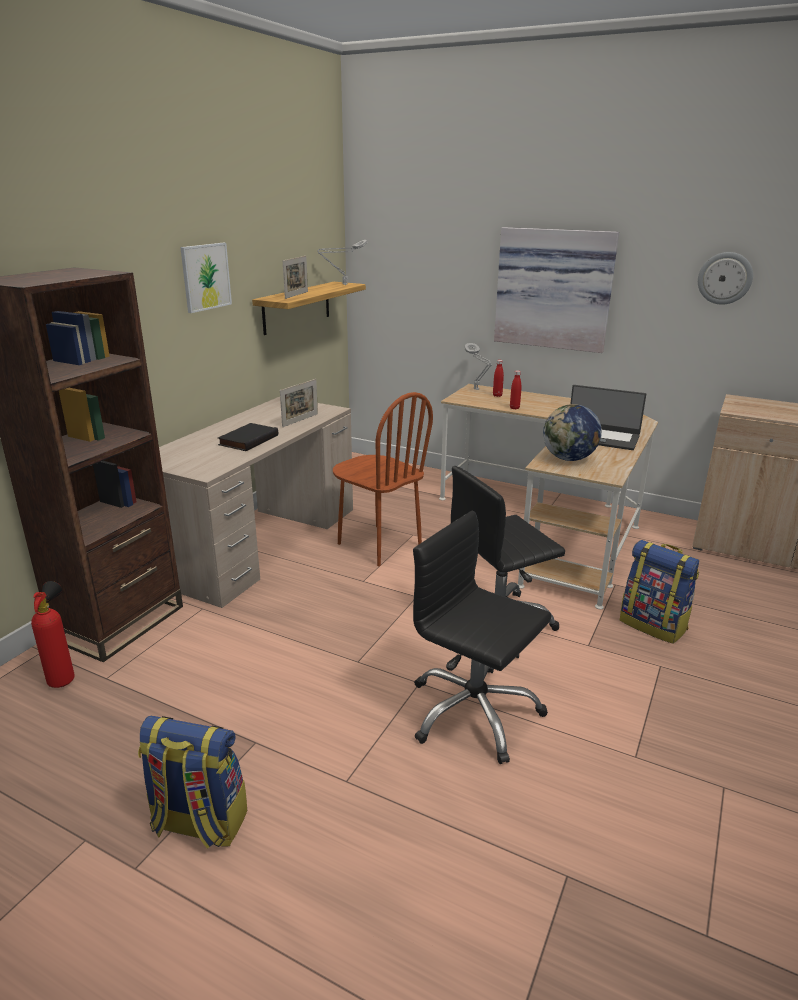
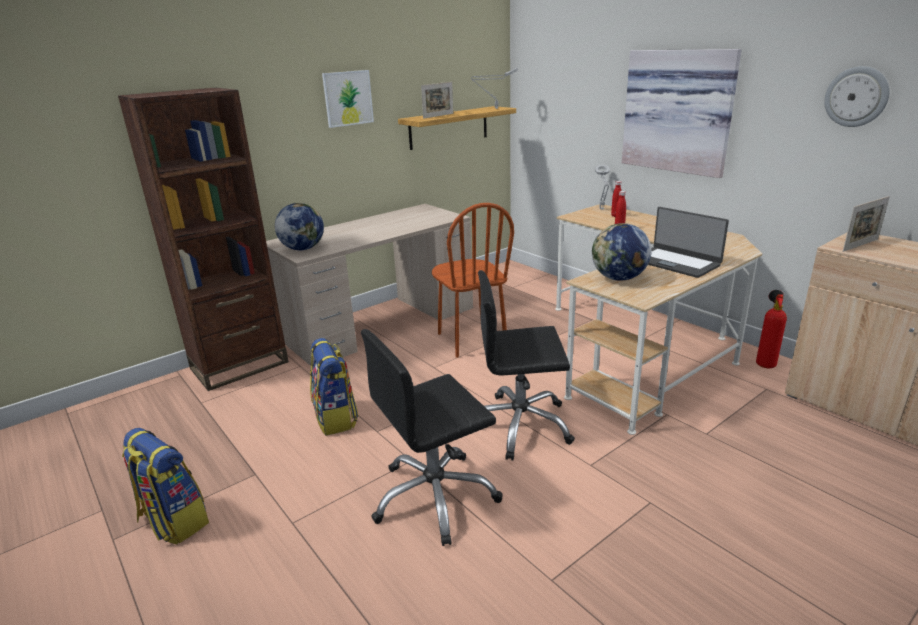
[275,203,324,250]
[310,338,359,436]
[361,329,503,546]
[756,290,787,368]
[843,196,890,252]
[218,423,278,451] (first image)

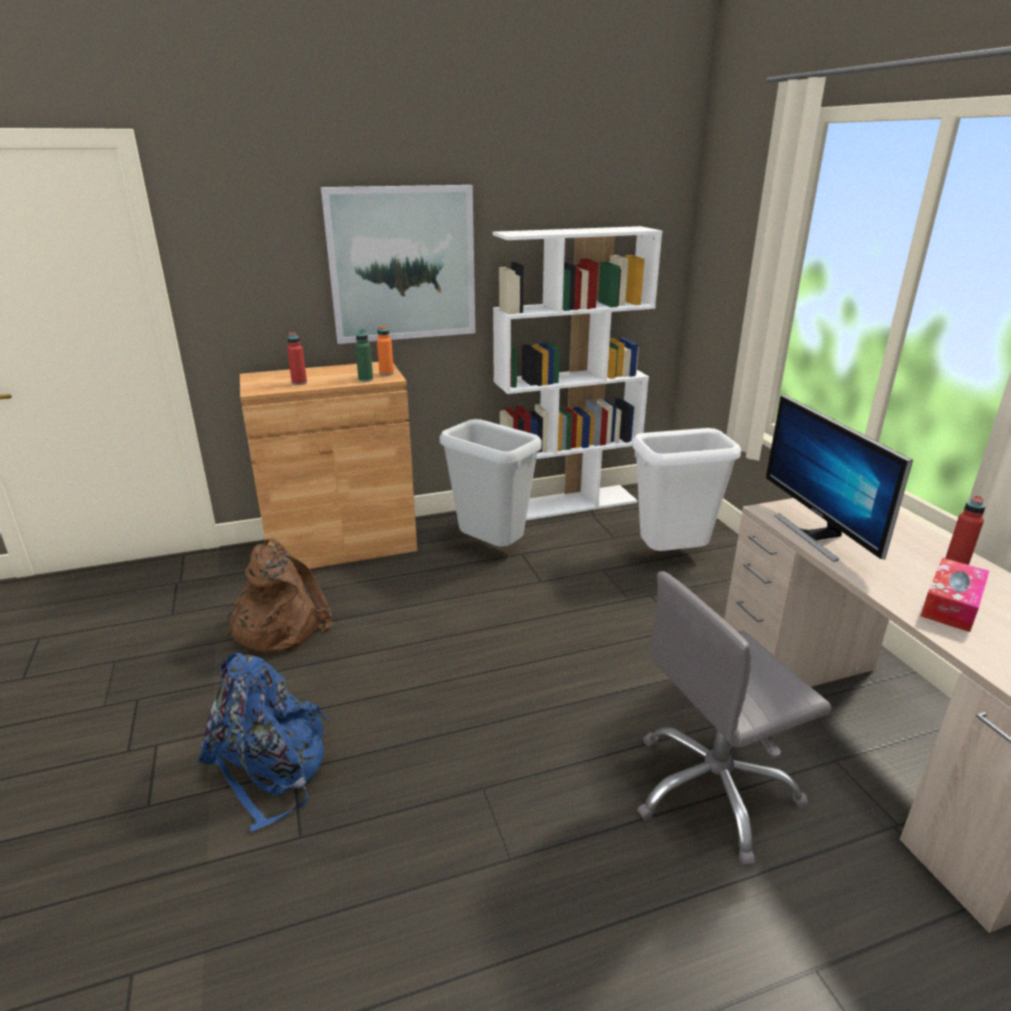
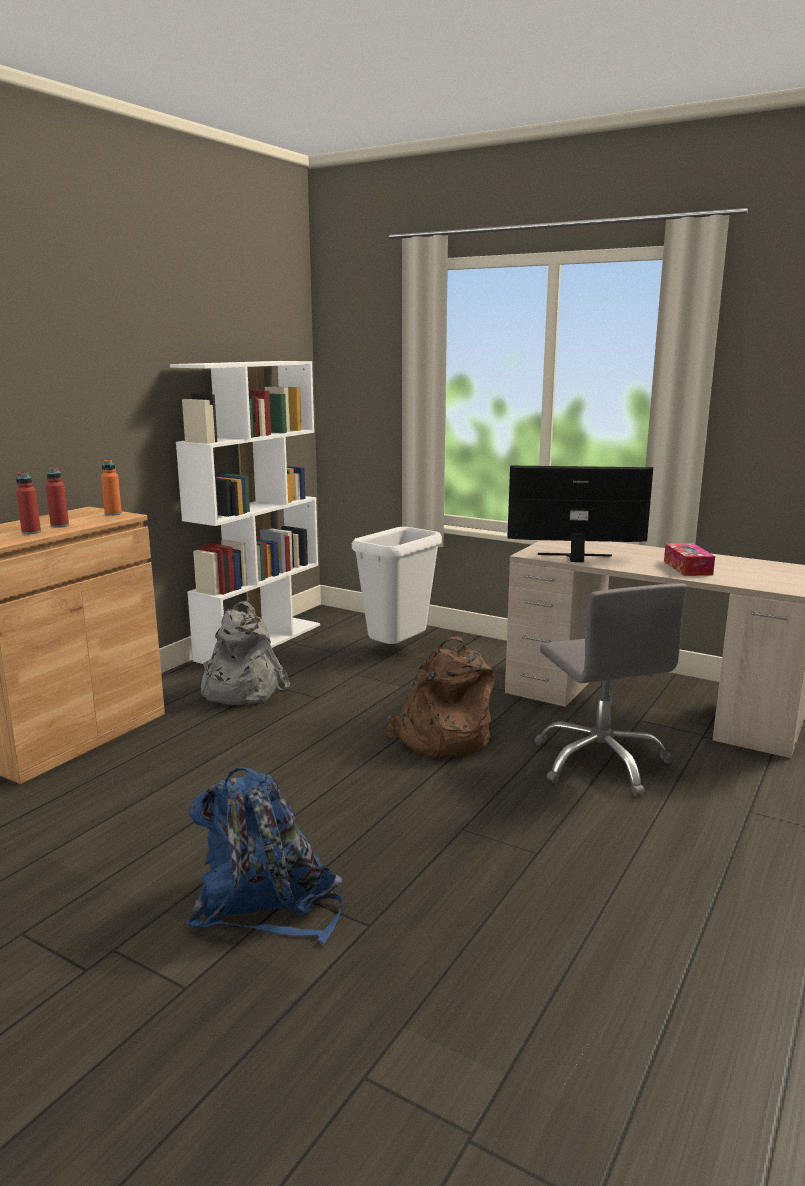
[46,467,69,528]
[201,601,290,705]
[386,636,495,758]
[507,465,653,562]
[534,583,687,796]
[321,185,475,344] (first image)
[355,329,373,382] (first image)

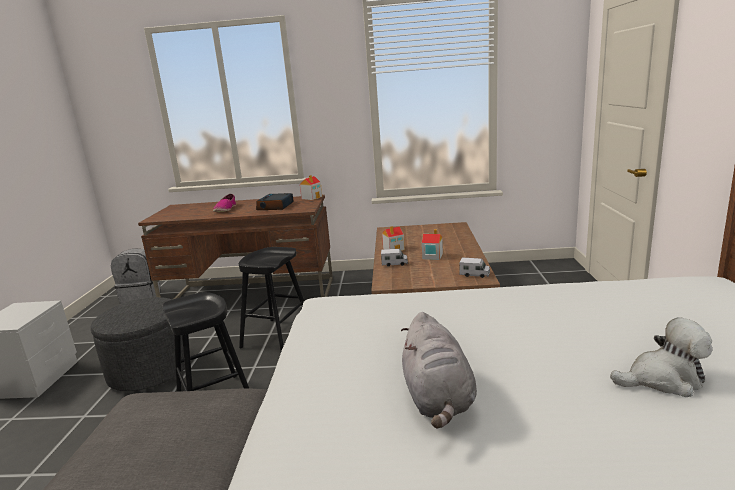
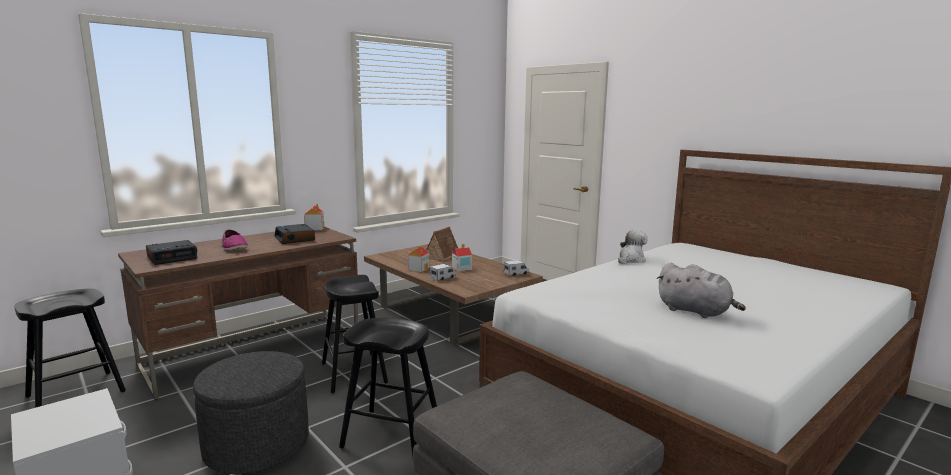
[14,288,126,408]
[146,240,197,265]
[426,226,458,261]
[618,230,647,264]

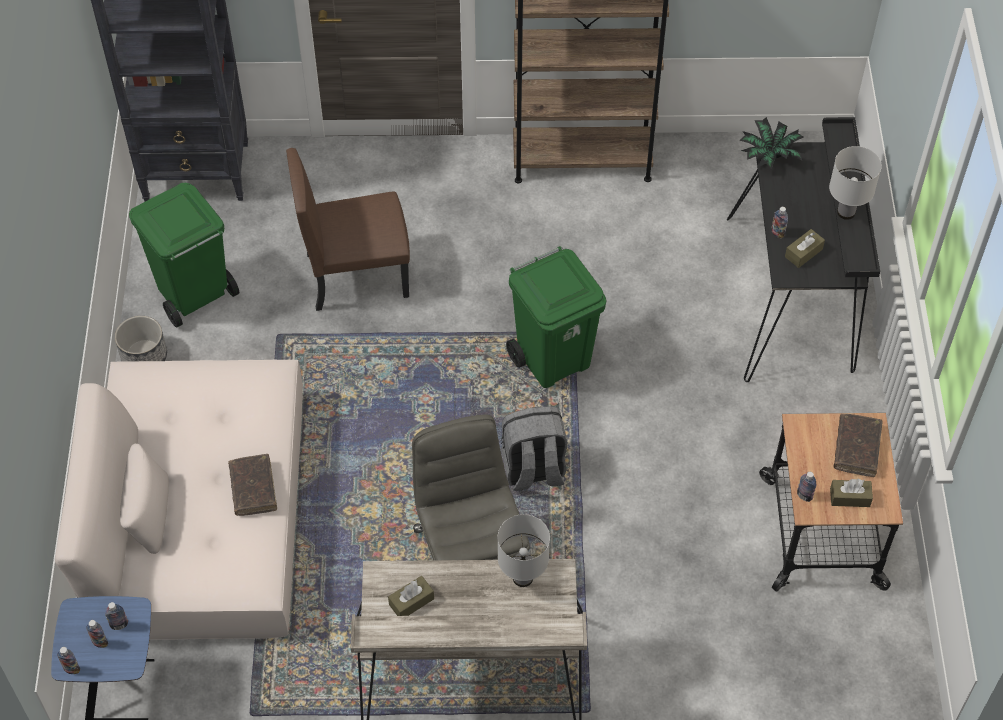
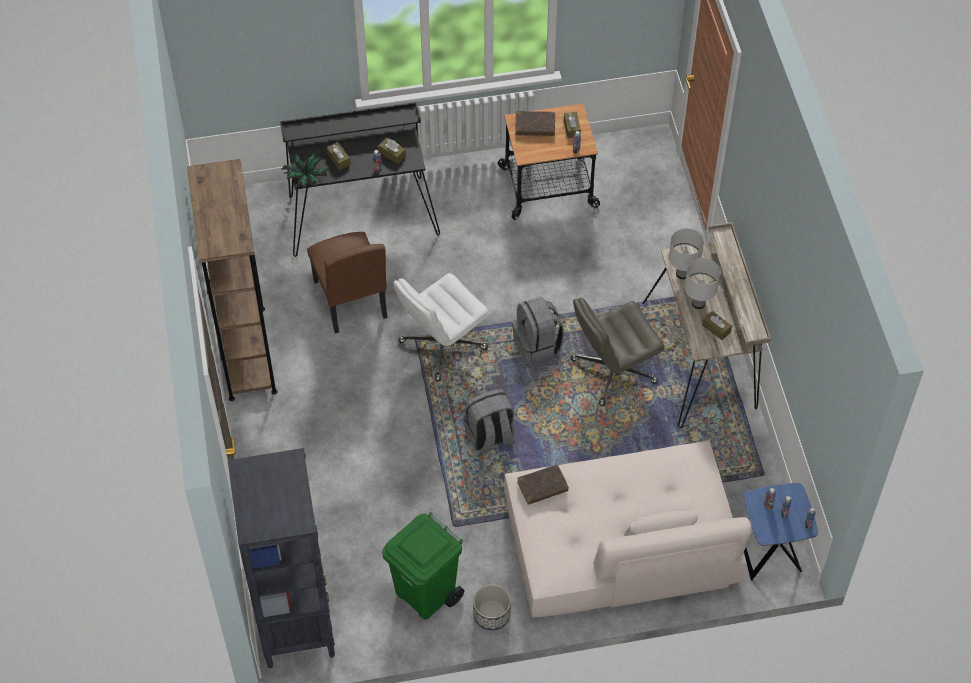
[307,232,388,334]
[327,142,351,170]
[393,273,489,381]
[464,389,515,454]
[517,465,569,505]
[685,258,721,309]

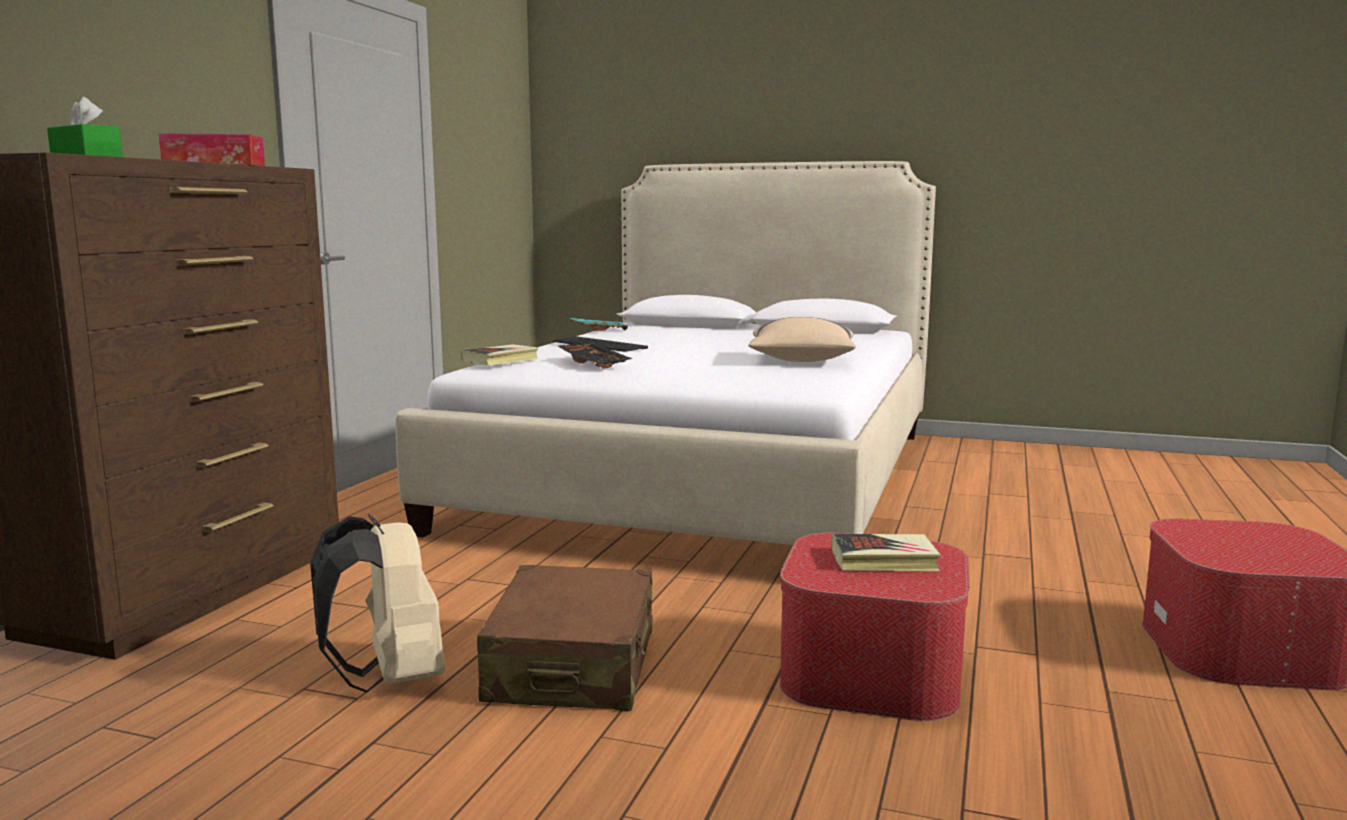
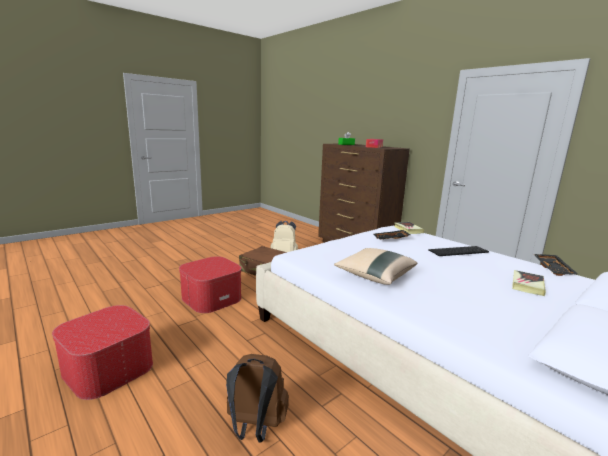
[226,354,289,443]
[512,270,546,296]
[534,254,578,276]

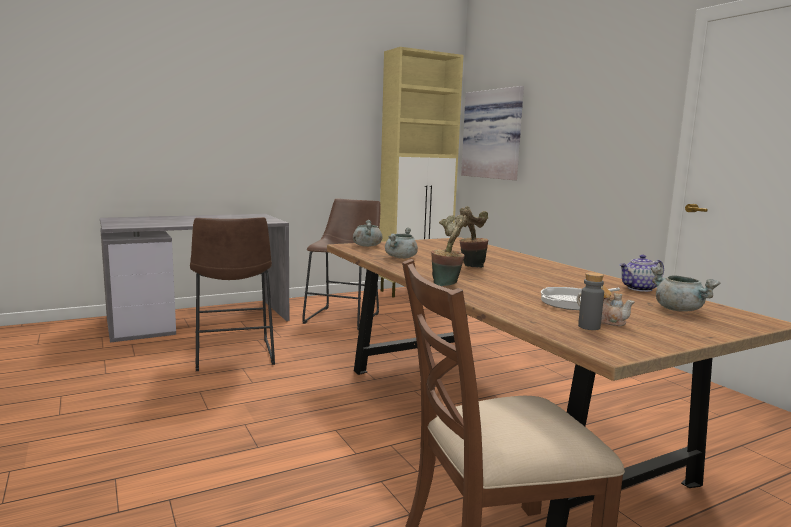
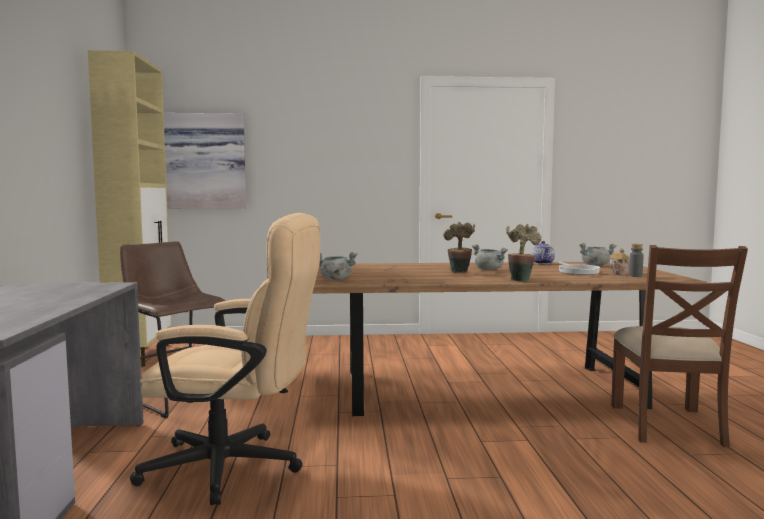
[130,213,320,505]
[472,244,508,270]

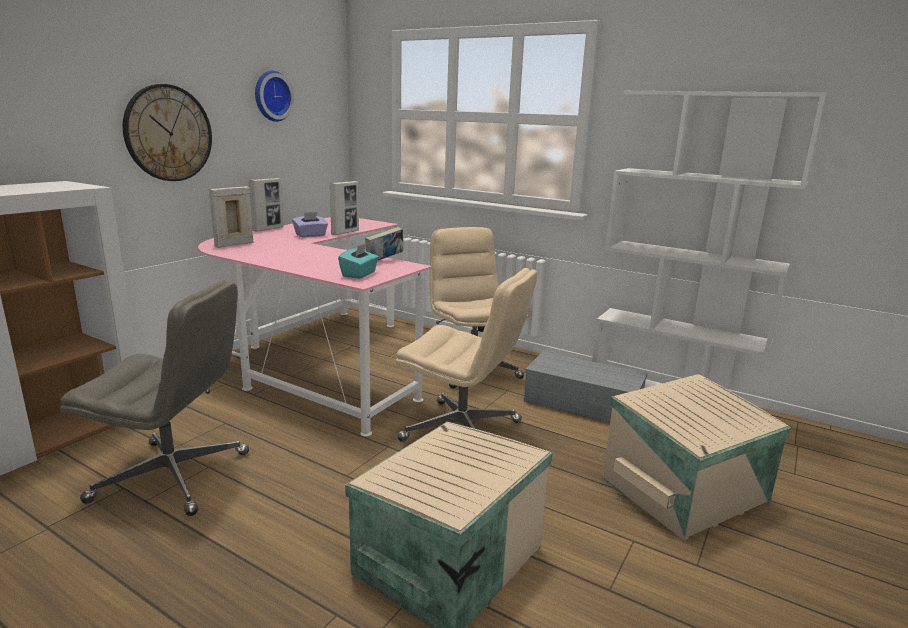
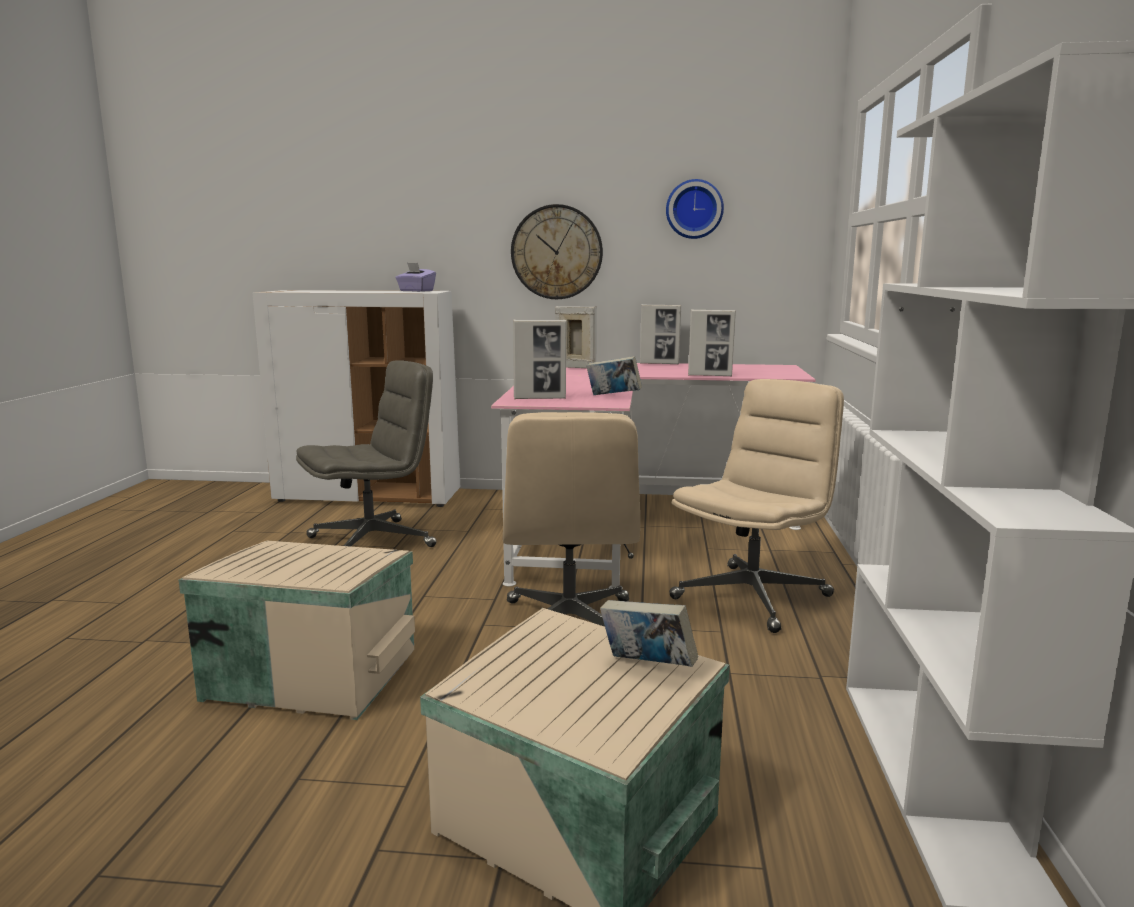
[296,360,436,547]
[396,263,436,292]
[513,320,567,399]
[600,600,698,667]
[524,351,648,423] (first image)

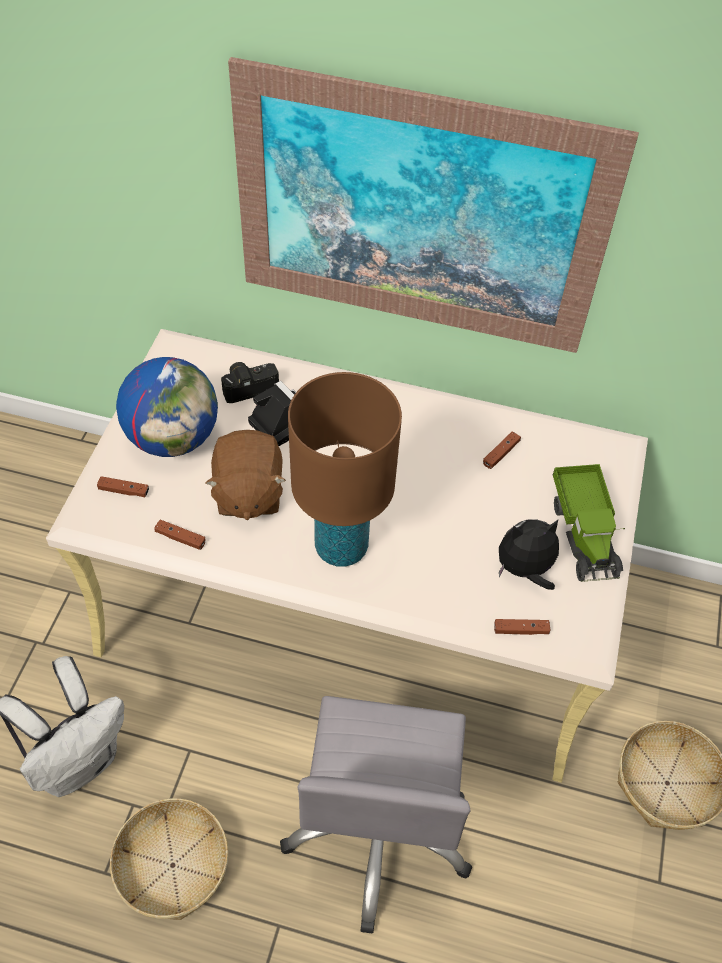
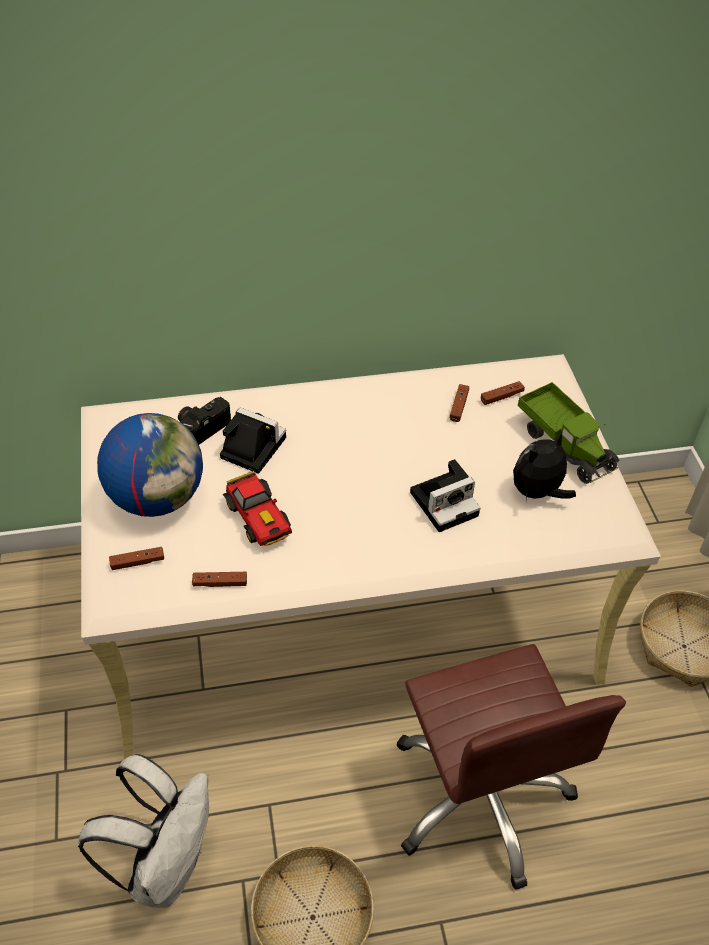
[223,471,292,546]
[396,644,626,890]
[410,459,480,532]
[481,381,525,405]
[228,57,639,353] (first image)
[288,372,402,567] (first image)

